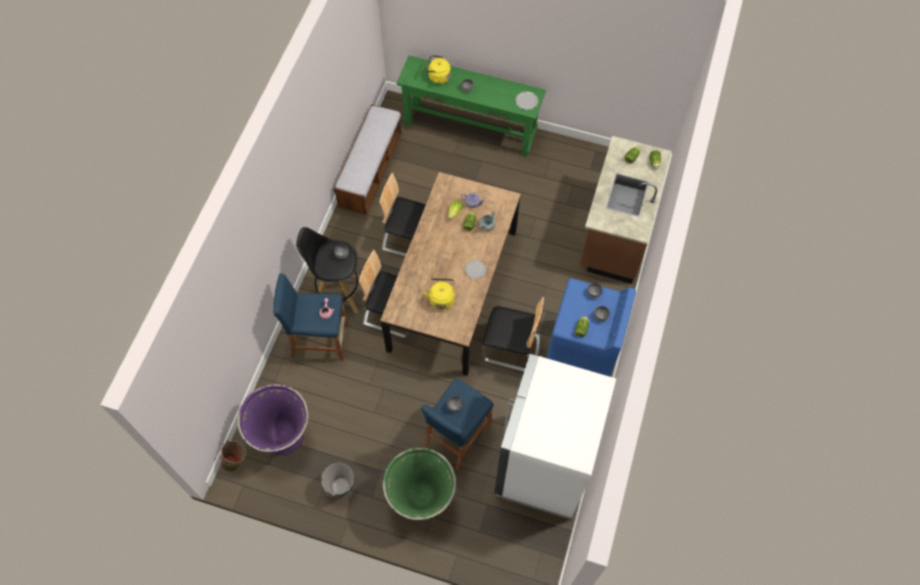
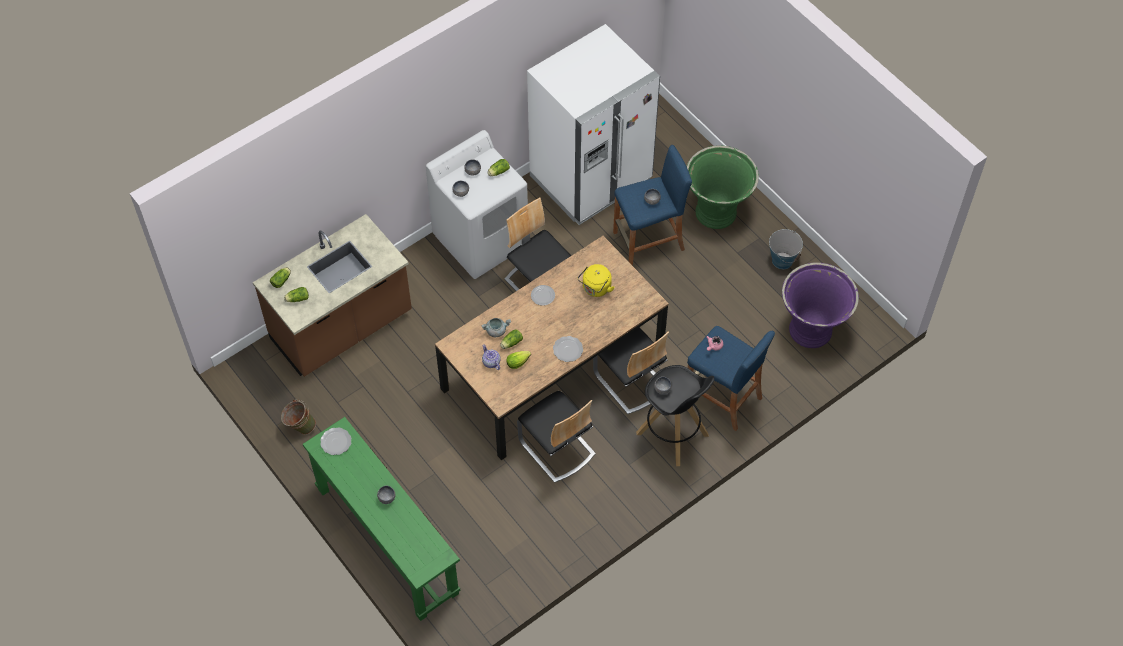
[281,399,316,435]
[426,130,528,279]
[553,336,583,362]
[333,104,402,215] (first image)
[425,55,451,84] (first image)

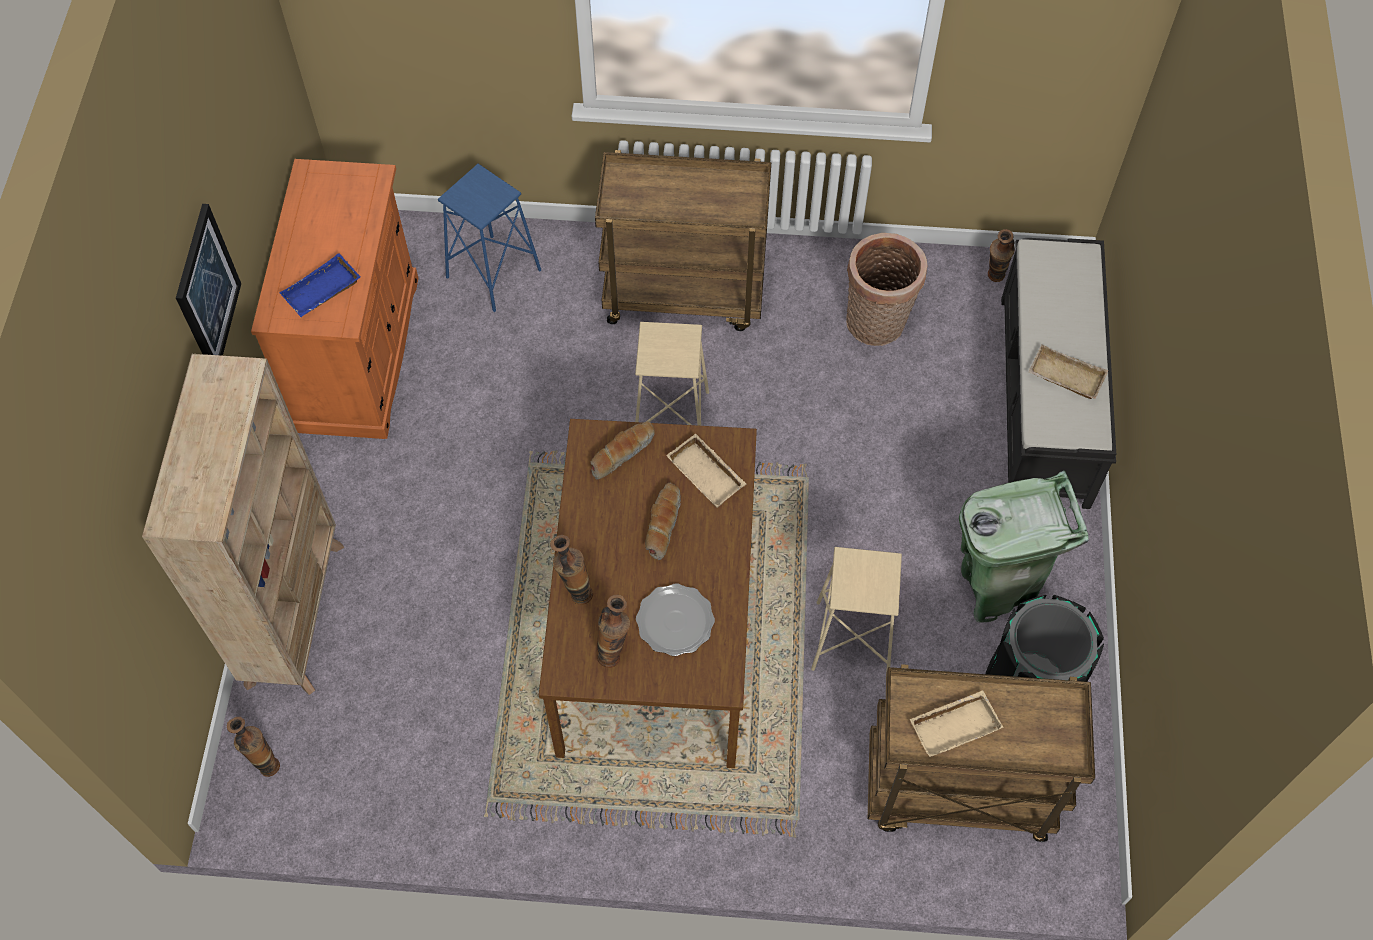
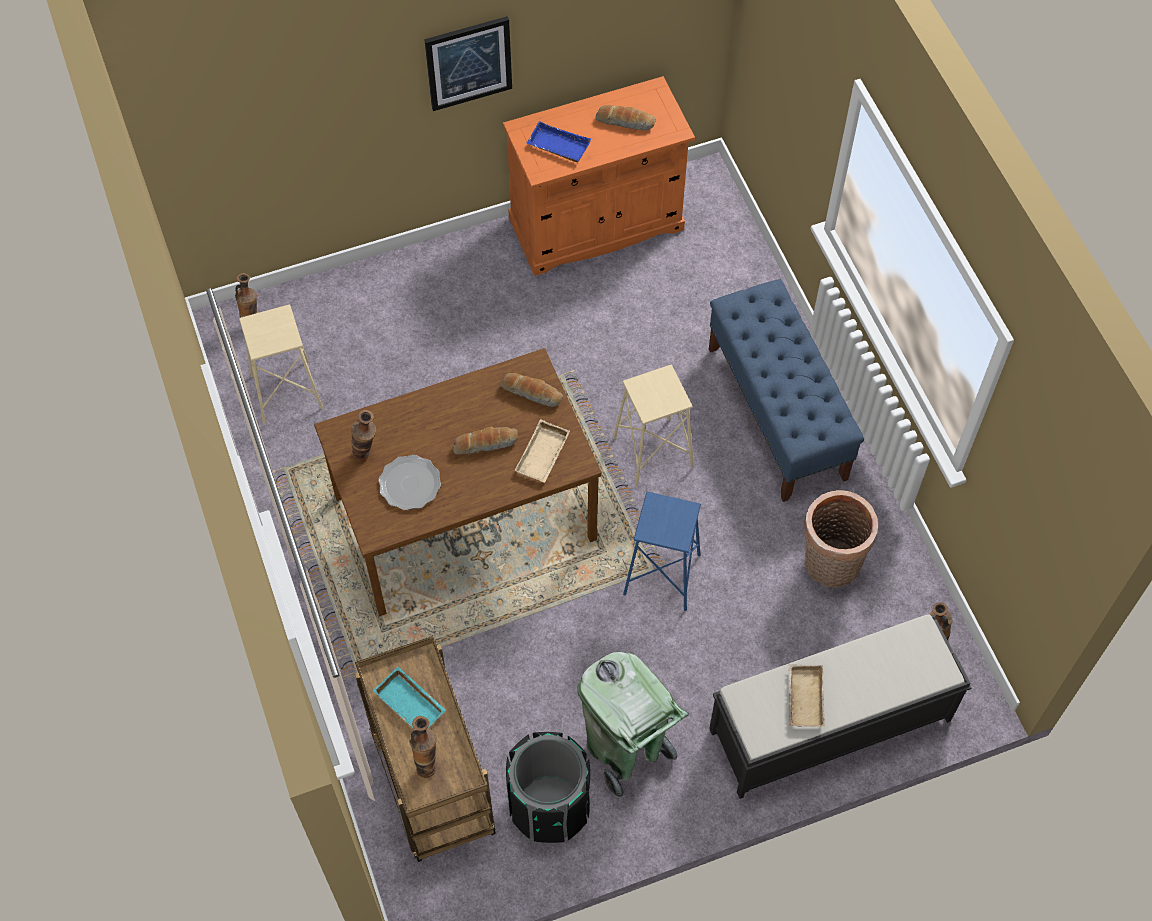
[239,304,323,425]
[373,667,446,728]
[409,716,437,778]
[595,105,656,131]
[623,492,701,611]
[709,279,864,502]
[142,354,344,695] (first image)

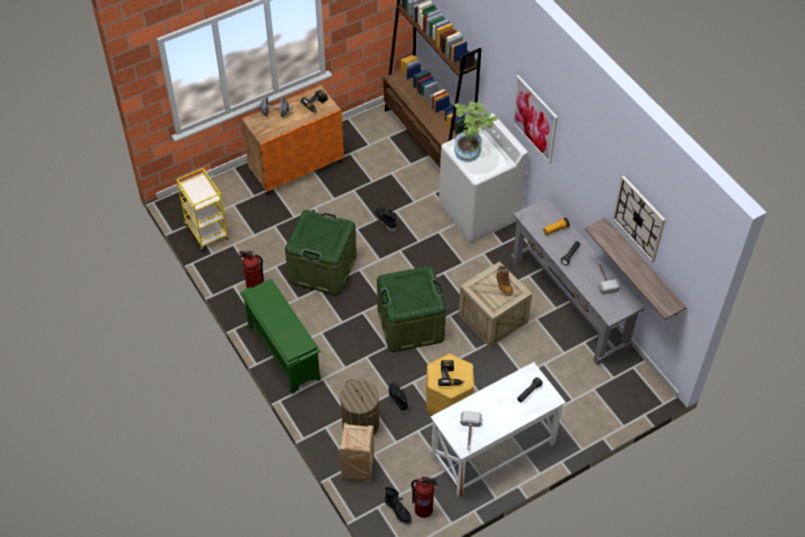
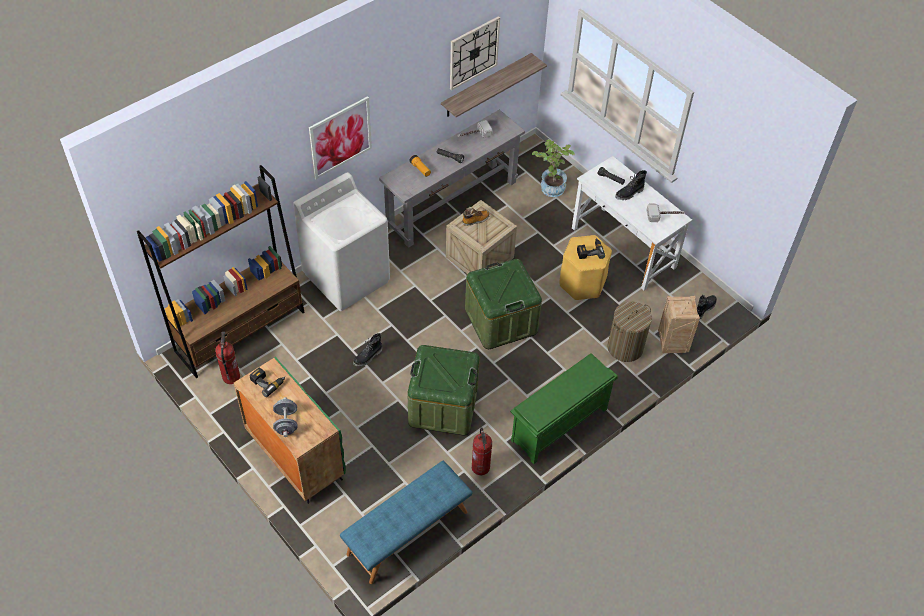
[215,332,240,384]
[234,357,346,504]
[340,461,473,584]
[532,139,575,197]
[615,170,647,200]

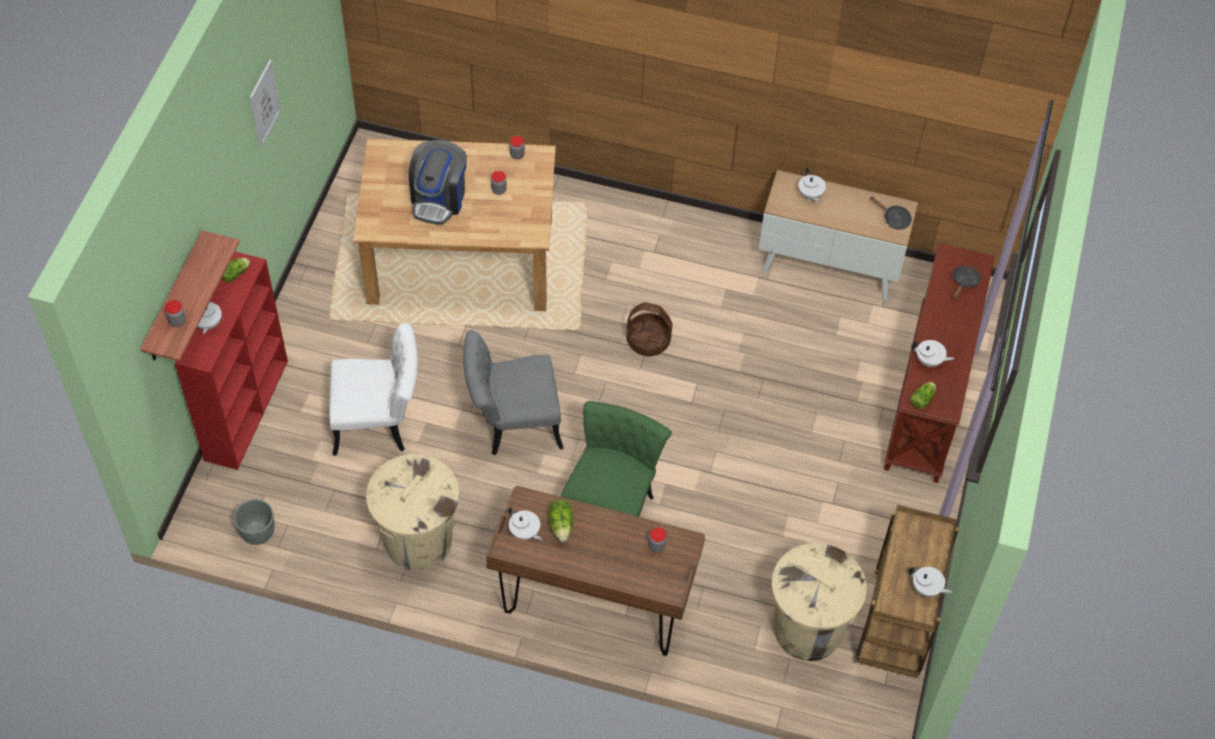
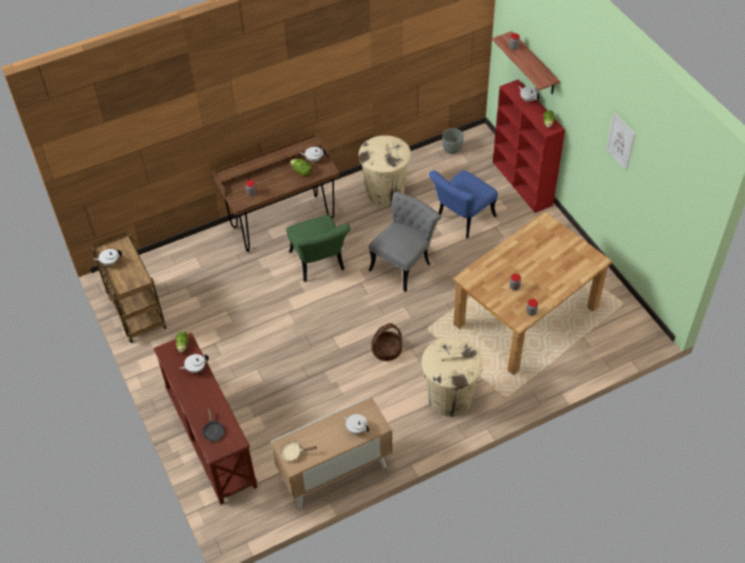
[280,441,318,461]
[422,337,483,417]
[429,170,498,238]
[408,140,467,225] (first image)

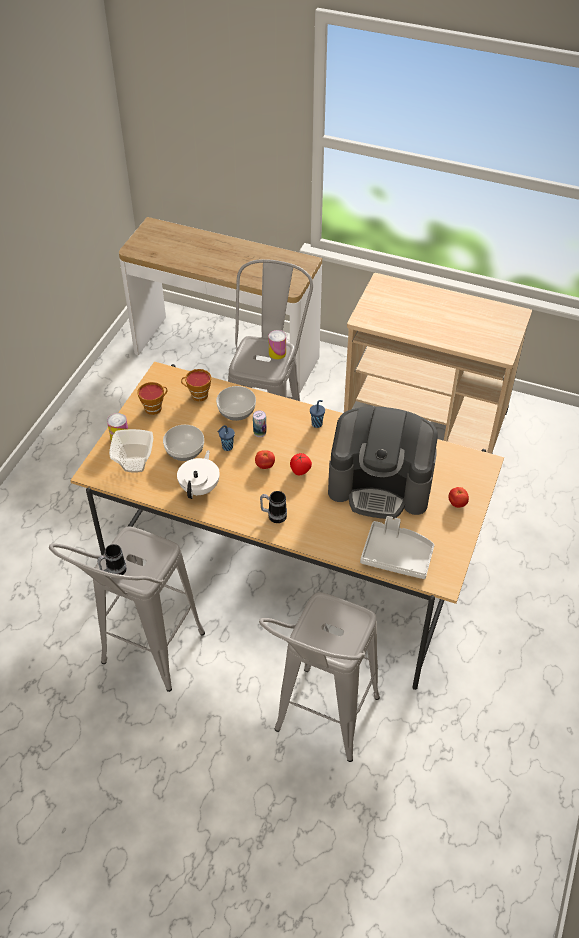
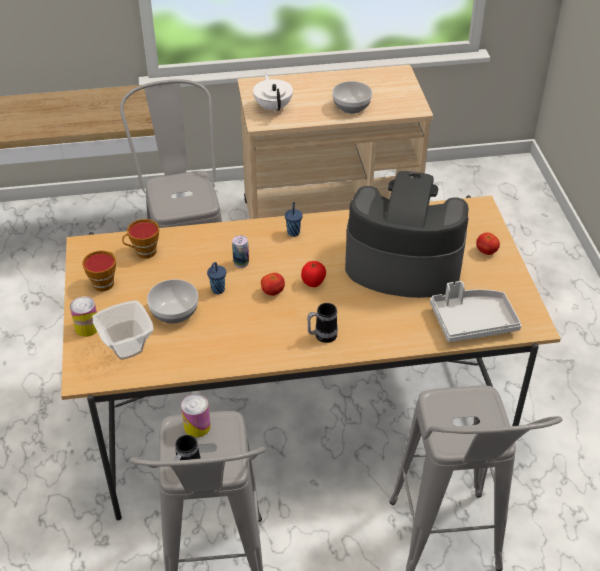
[181,394,211,437]
[253,74,293,113]
[332,81,372,114]
[345,171,469,298]

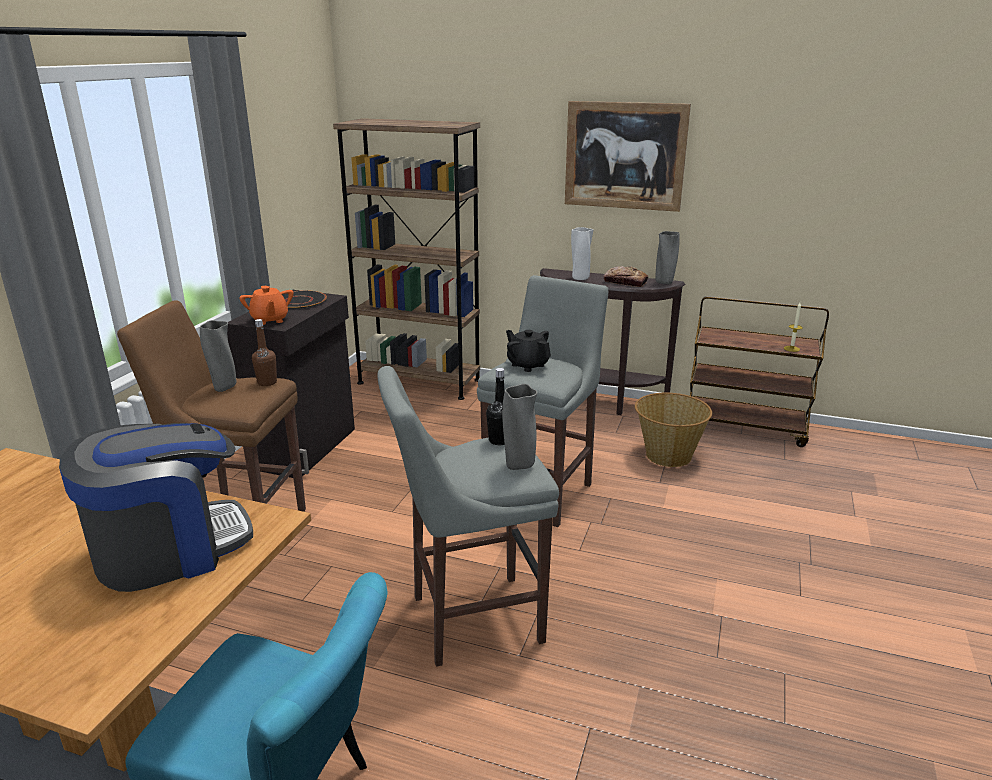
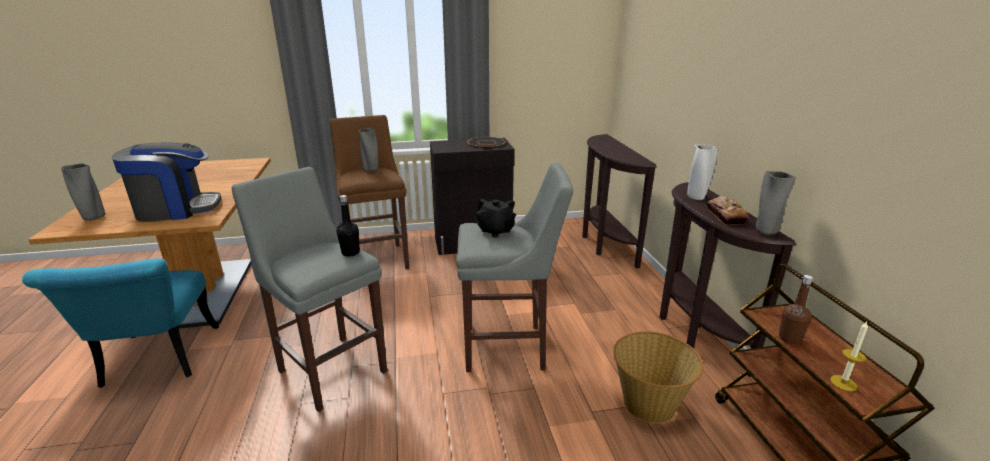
[61,164,105,221]
[112,143,221,222]
[476,199,516,237]
[582,134,656,268]
[779,275,813,344]
[239,286,293,325] (first image)
[565,101,691,212] (first image)

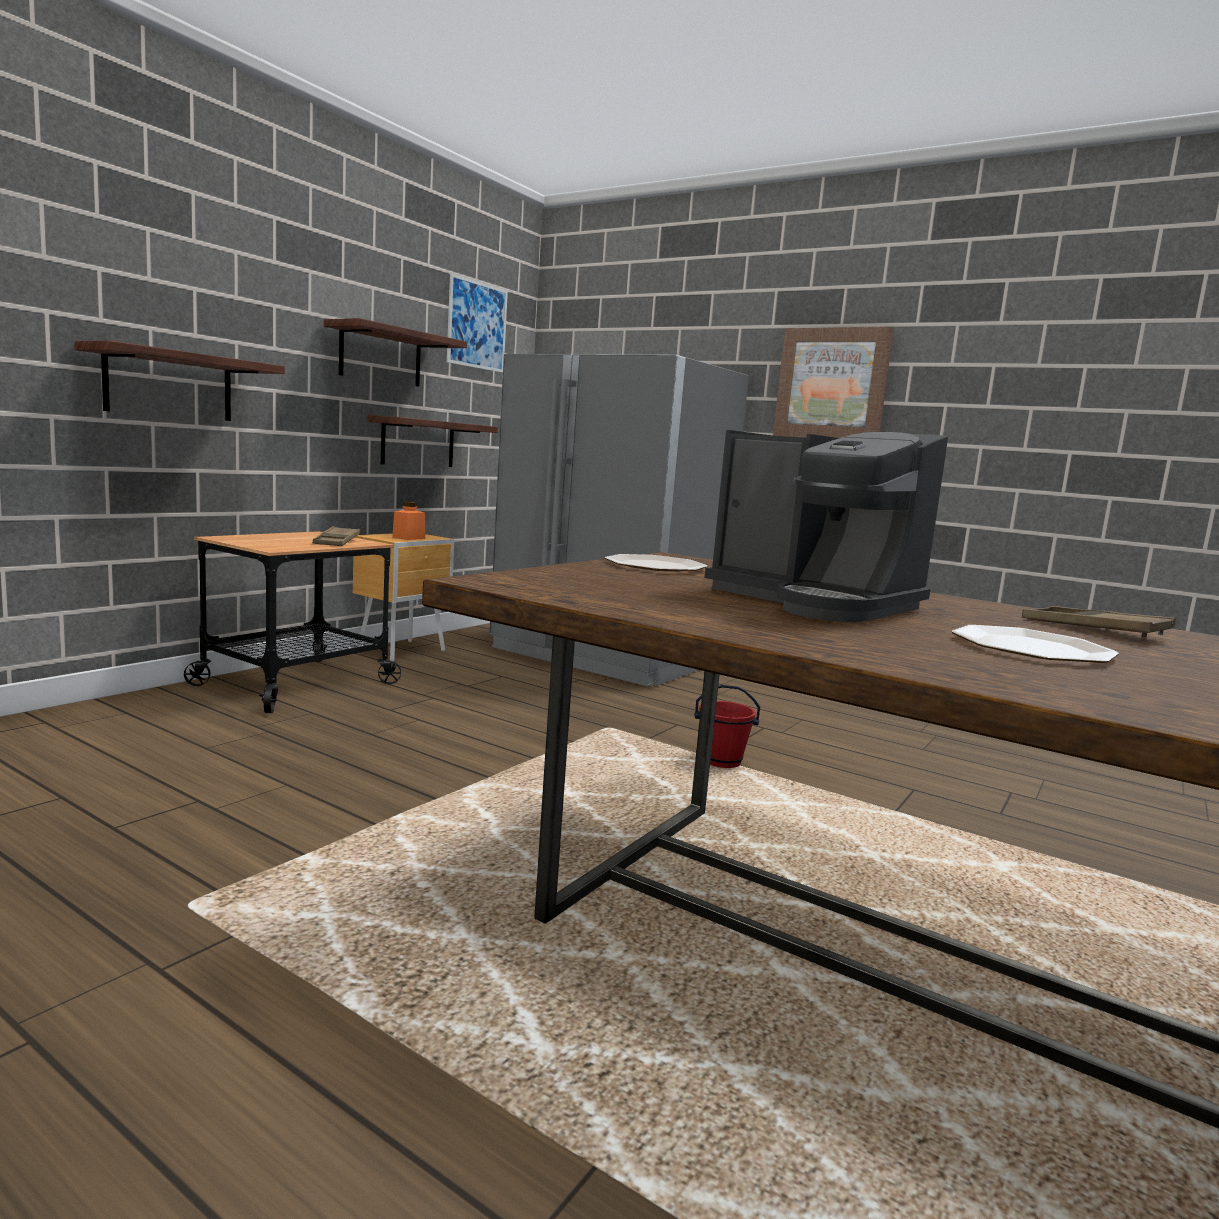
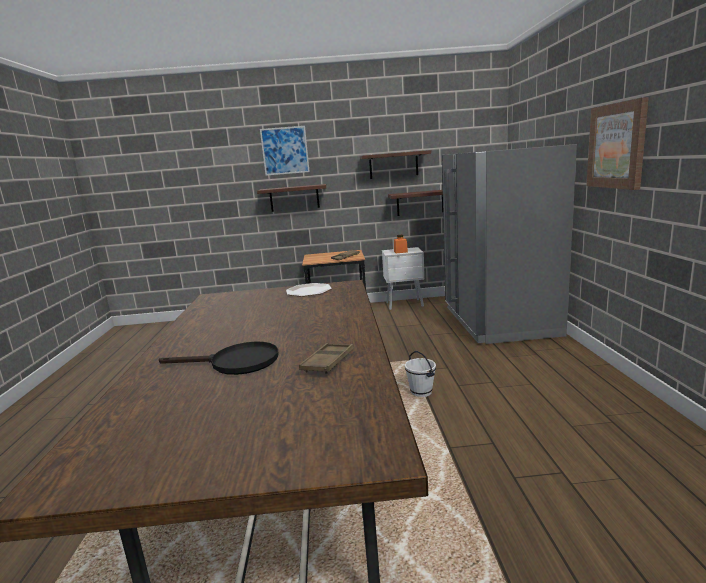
[159,342,279,375]
[260,126,310,176]
[382,247,425,310]
[405,351,436,397]
[705,430,948,622] (first image)

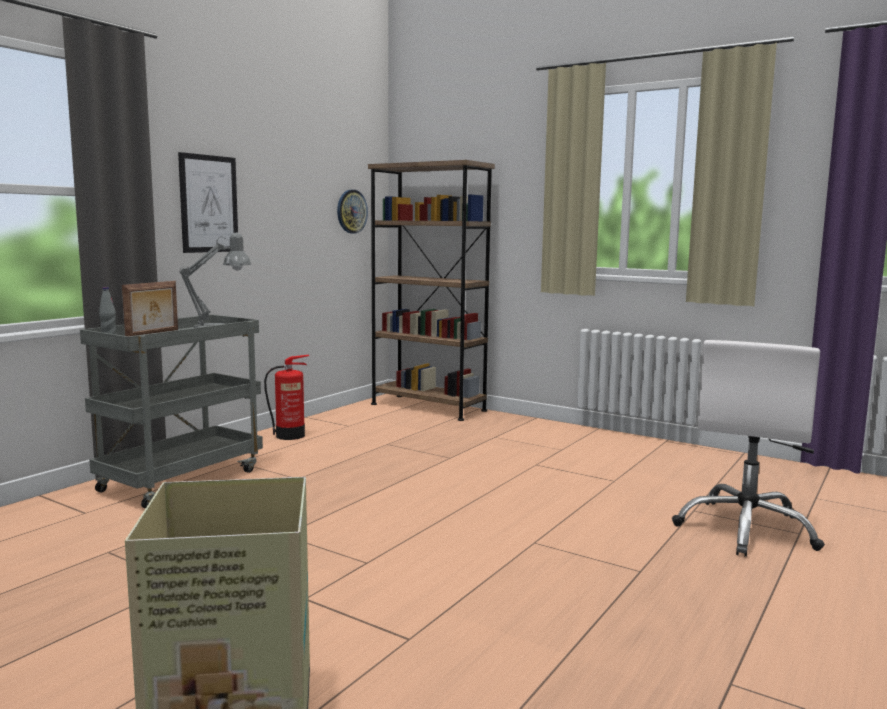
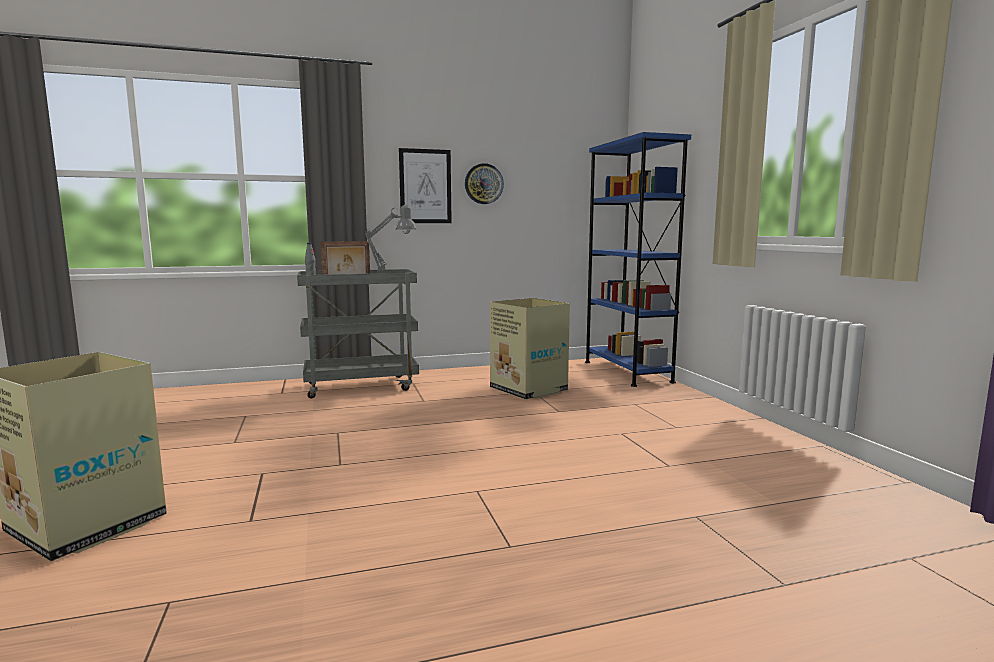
[465,163,504,204]
[490,298,570,400]
[585,132,691,387]
[264,355,309,440] (first image)
[672,340,825,557] (first image)

